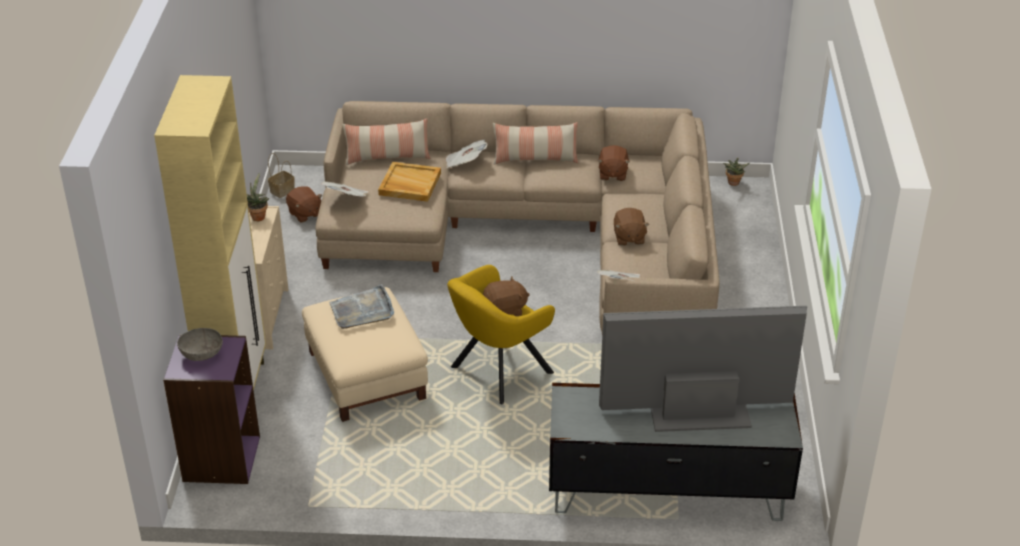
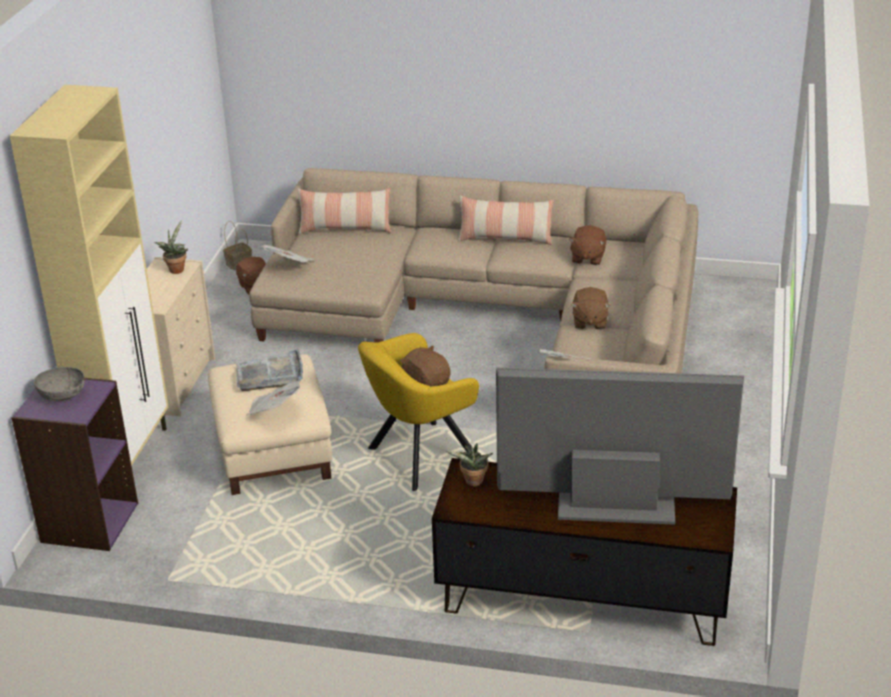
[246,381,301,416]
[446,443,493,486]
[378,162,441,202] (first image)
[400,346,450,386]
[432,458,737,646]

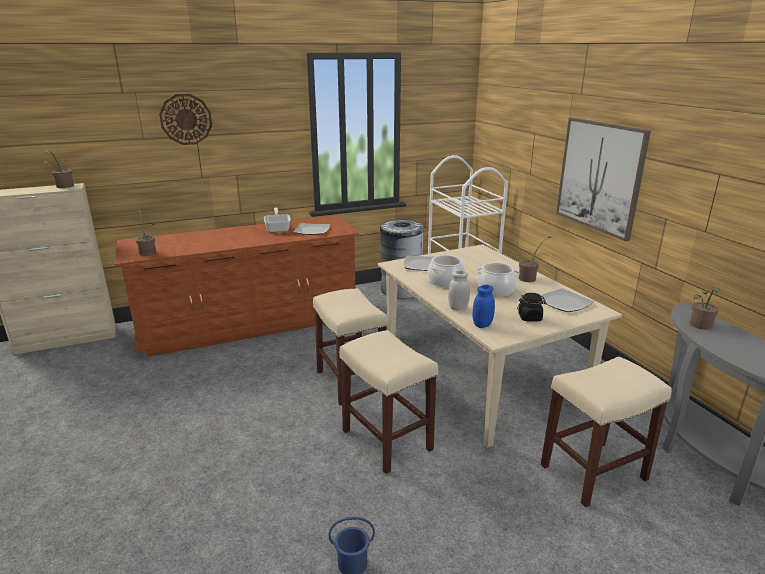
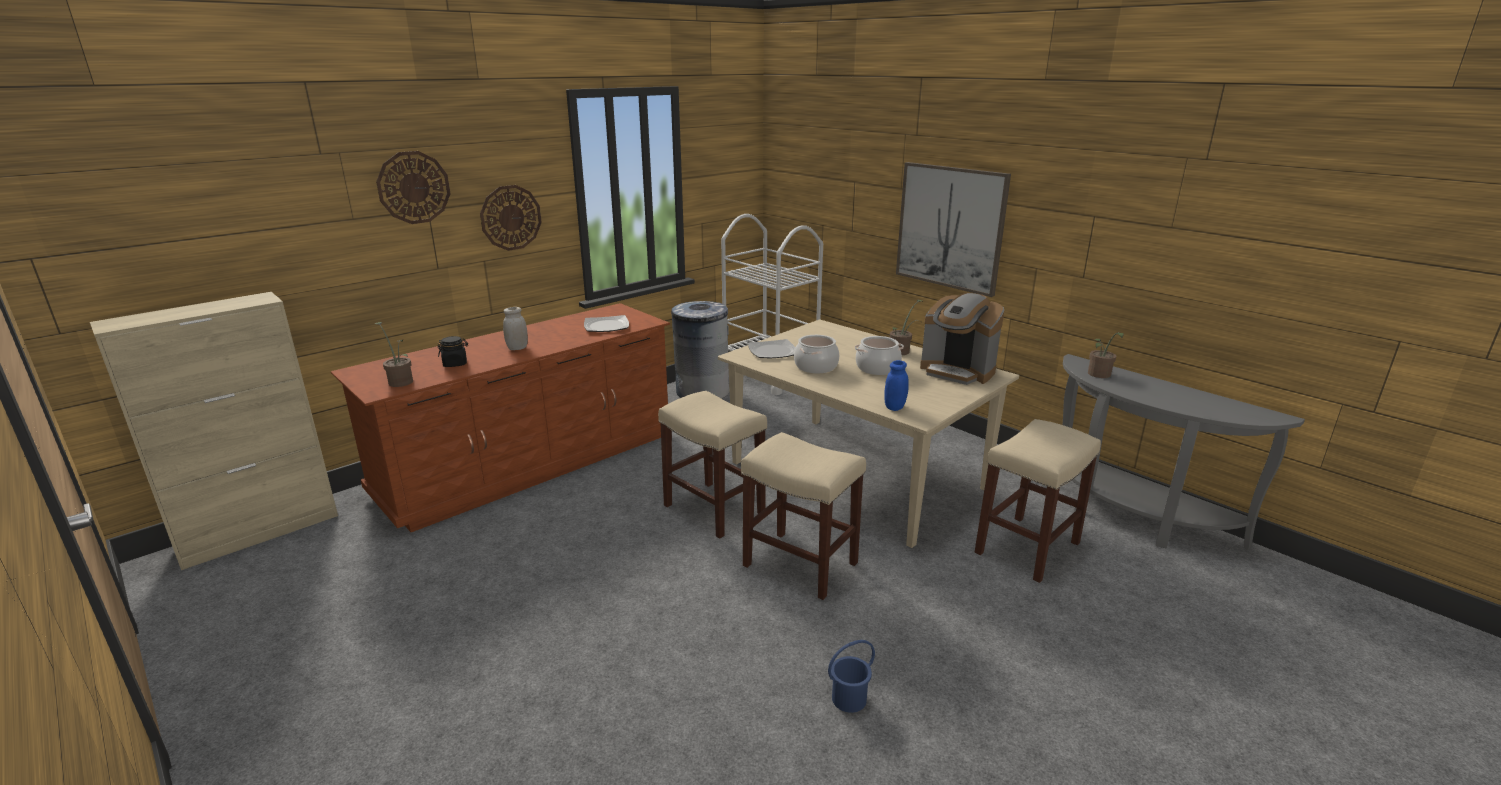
[43,151,74,188] (first image)
[264,208,291,233] (first image)
[503,307,528,350]
[920,293,1004,385]
[437,336,468,367]
[480,185,542,251]

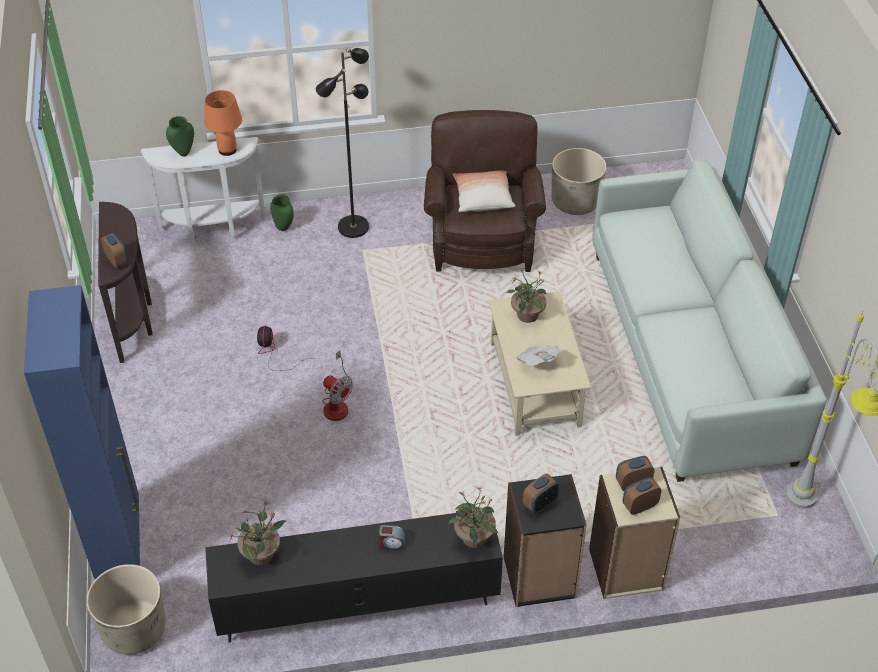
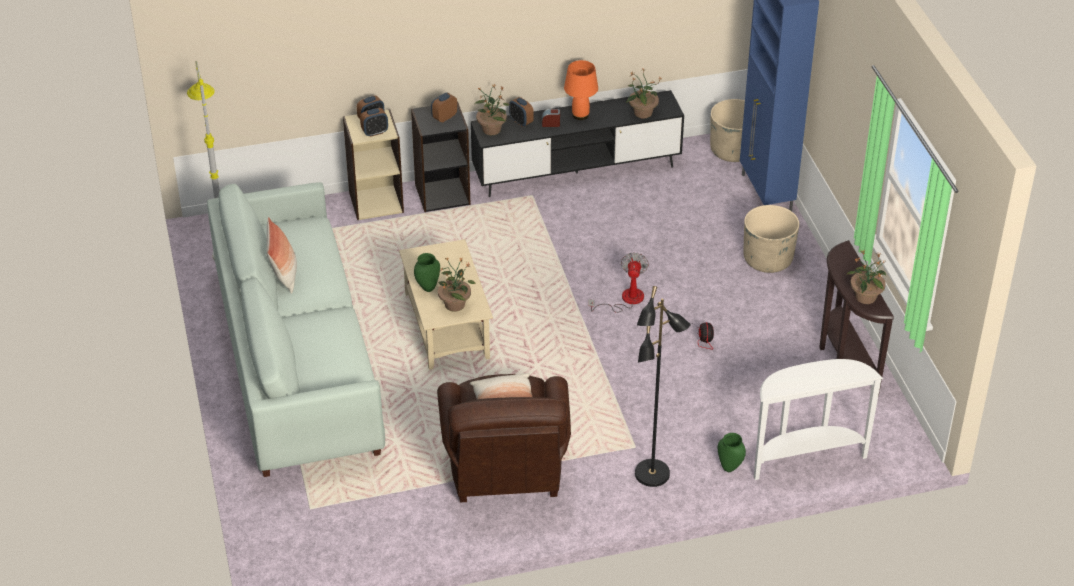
[564,60,598,120]
[414,253,440,292]
[744,205,799,273]
[509,97,534,127]
[515,344,562,366] (first image)
[588,252,649,313]
[266,217,297,294]
[846,250,886,304]

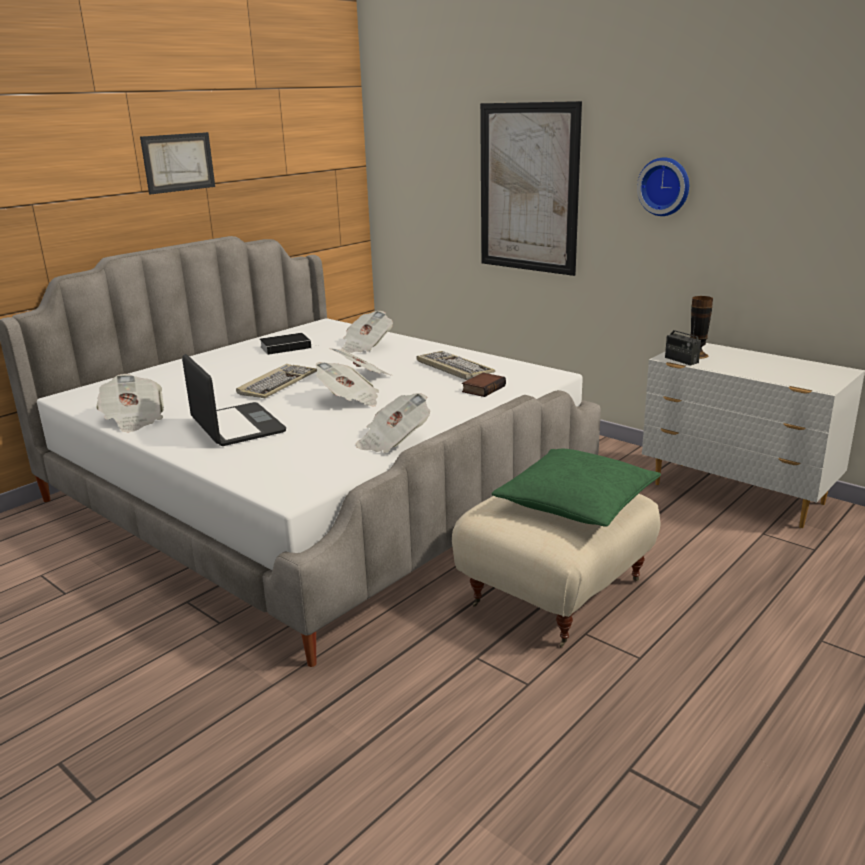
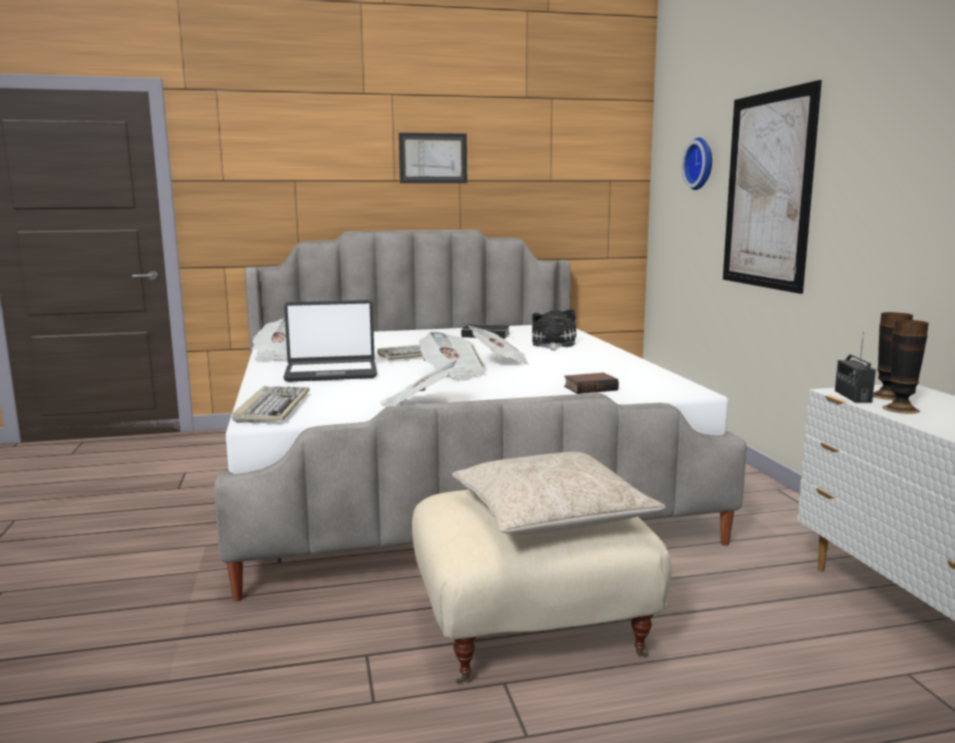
[682,137,712,190]
[532,309,576,351]
[232,386,309,423]
[283,300,377,382]
[452,452,666,535]
[882,320,929,414]

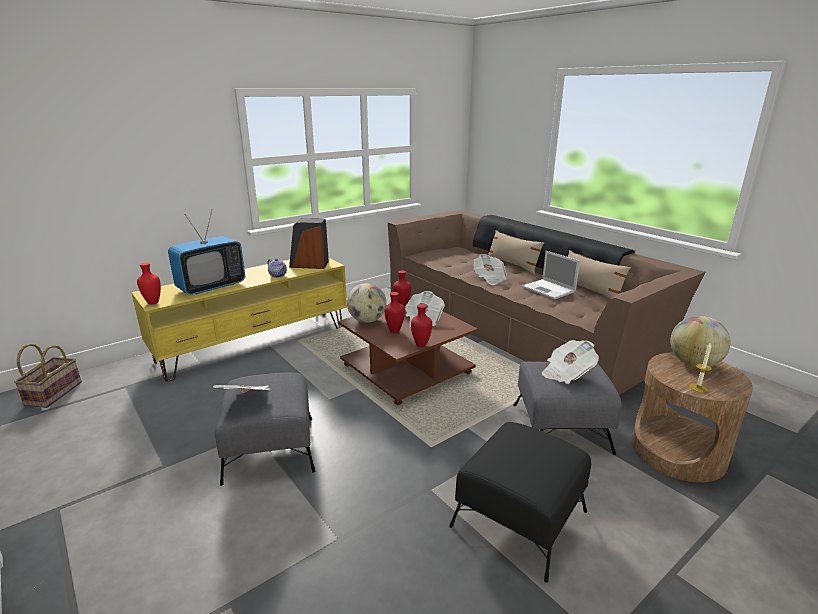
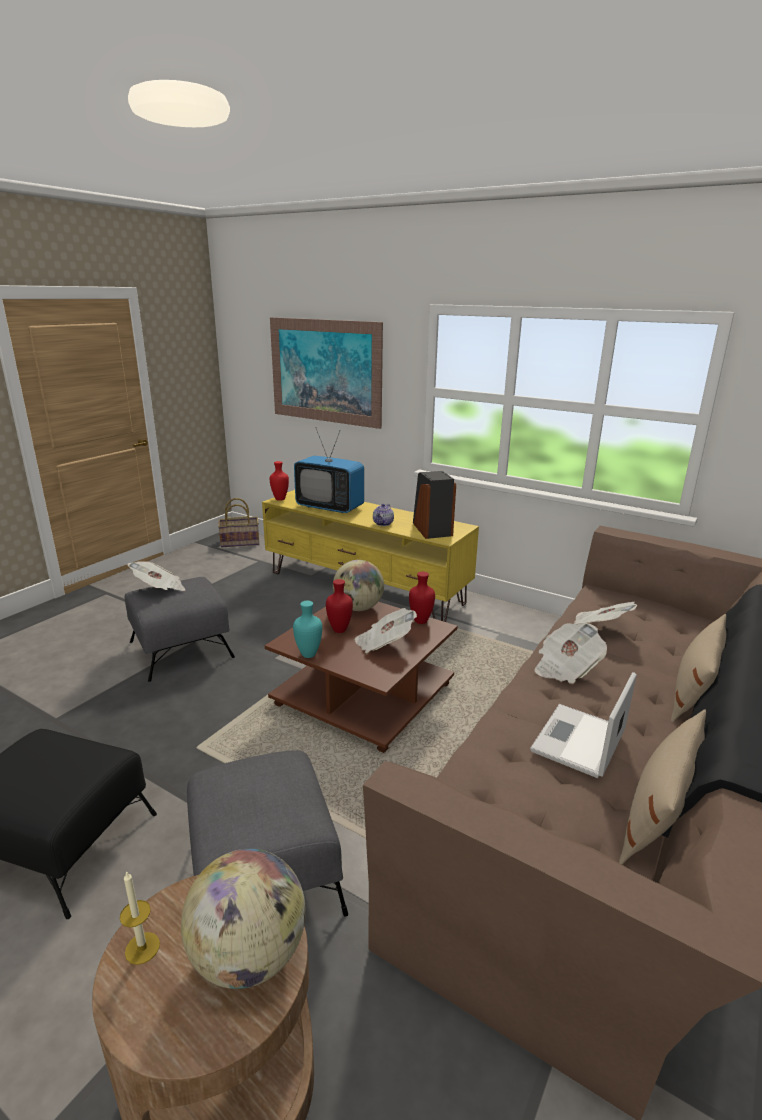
[293,601,322,658]
[574,602,637,624]
[270,317,383,429]

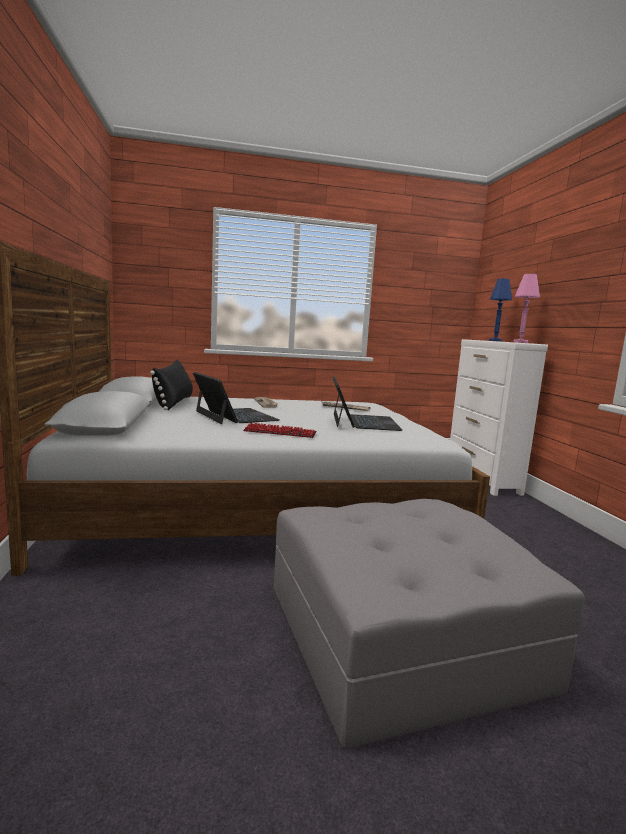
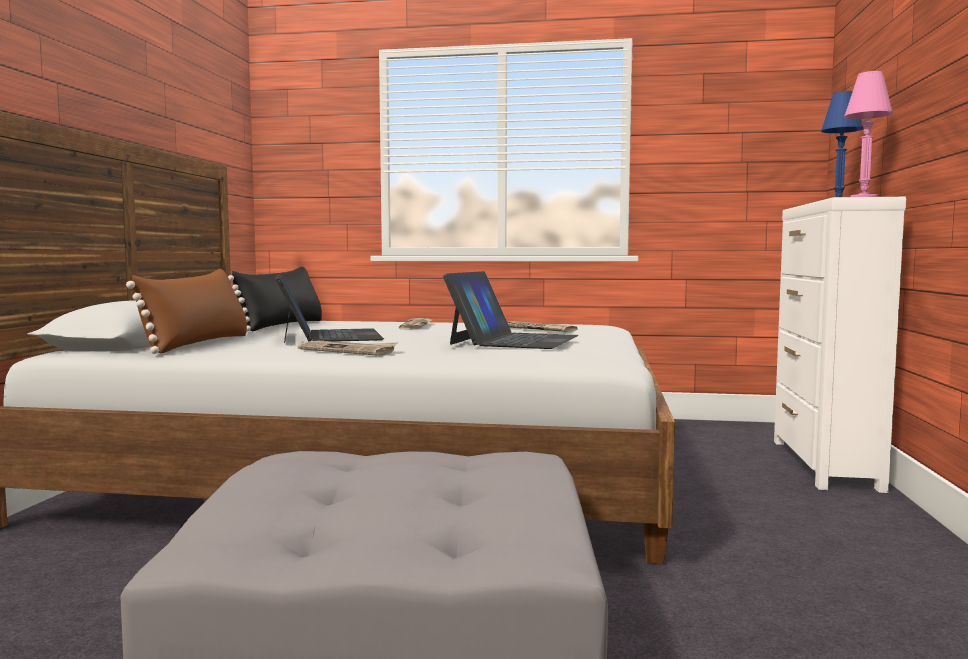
[298,341,398,356]
[126,269,247,354]

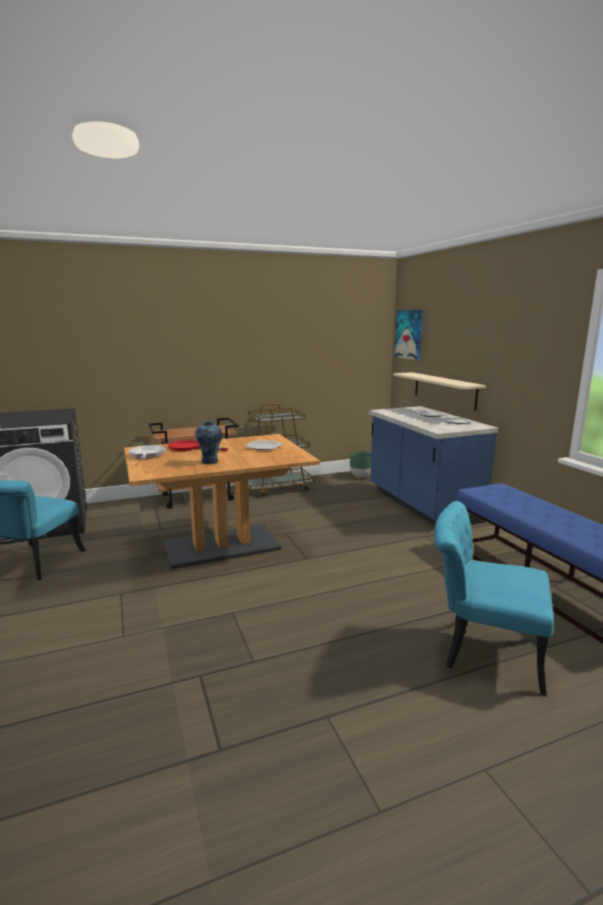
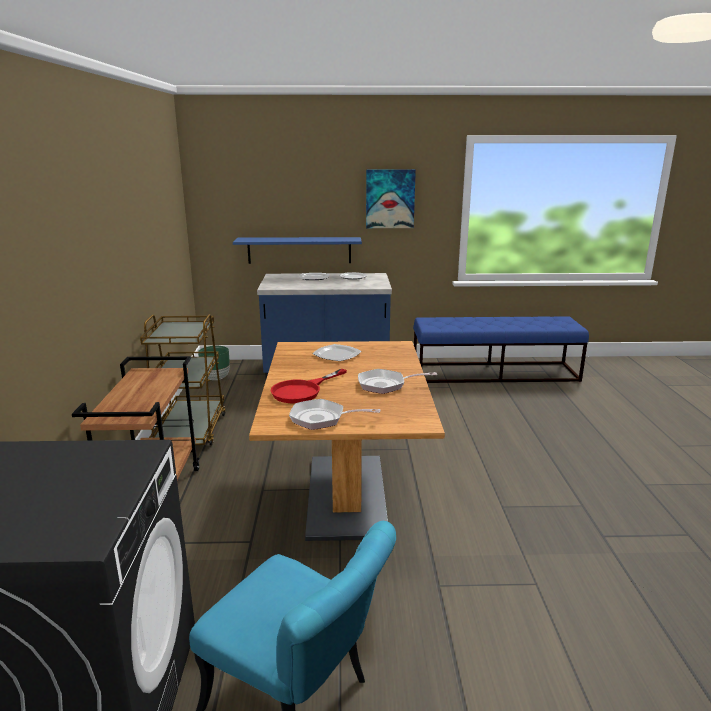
[366,169,416,228]
[233,237,362,264]
[358,369,437,394]
[434,501,554,696] (first image)

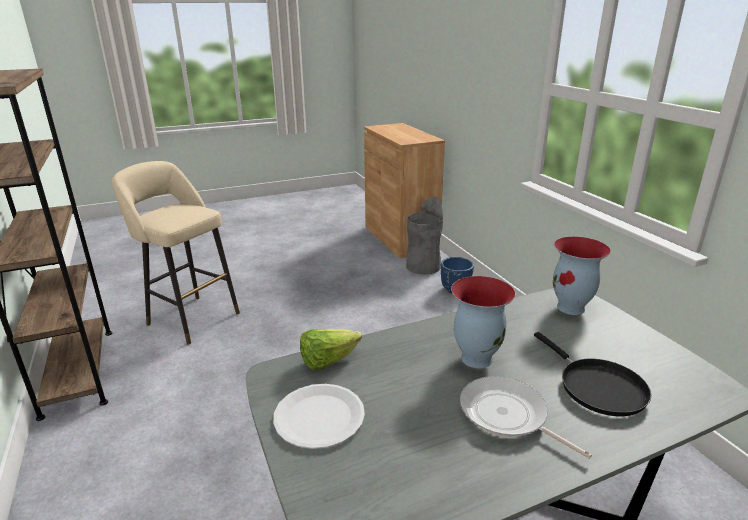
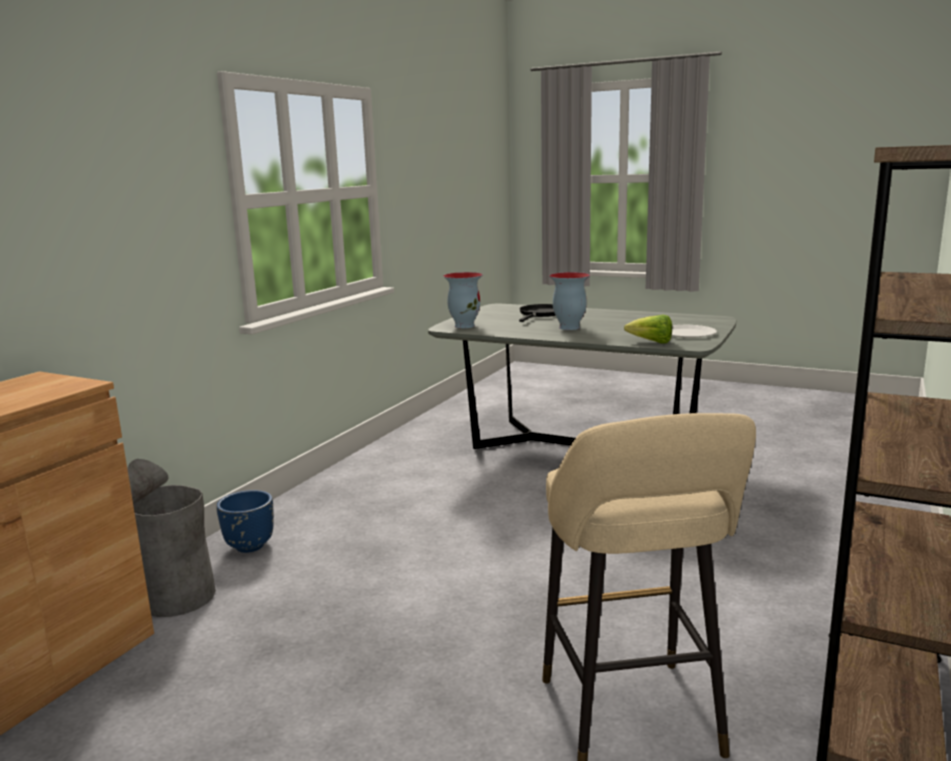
[460,376,592,459] (first image)

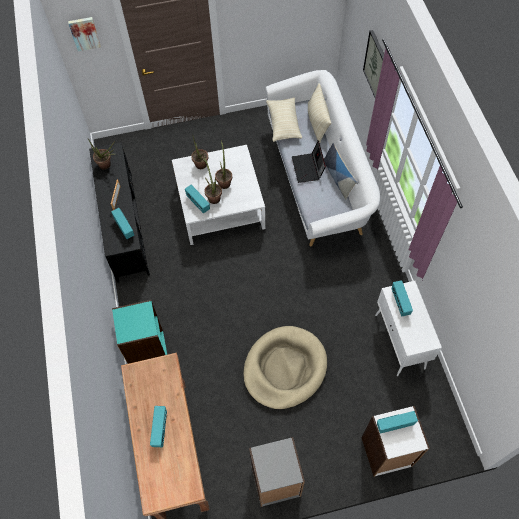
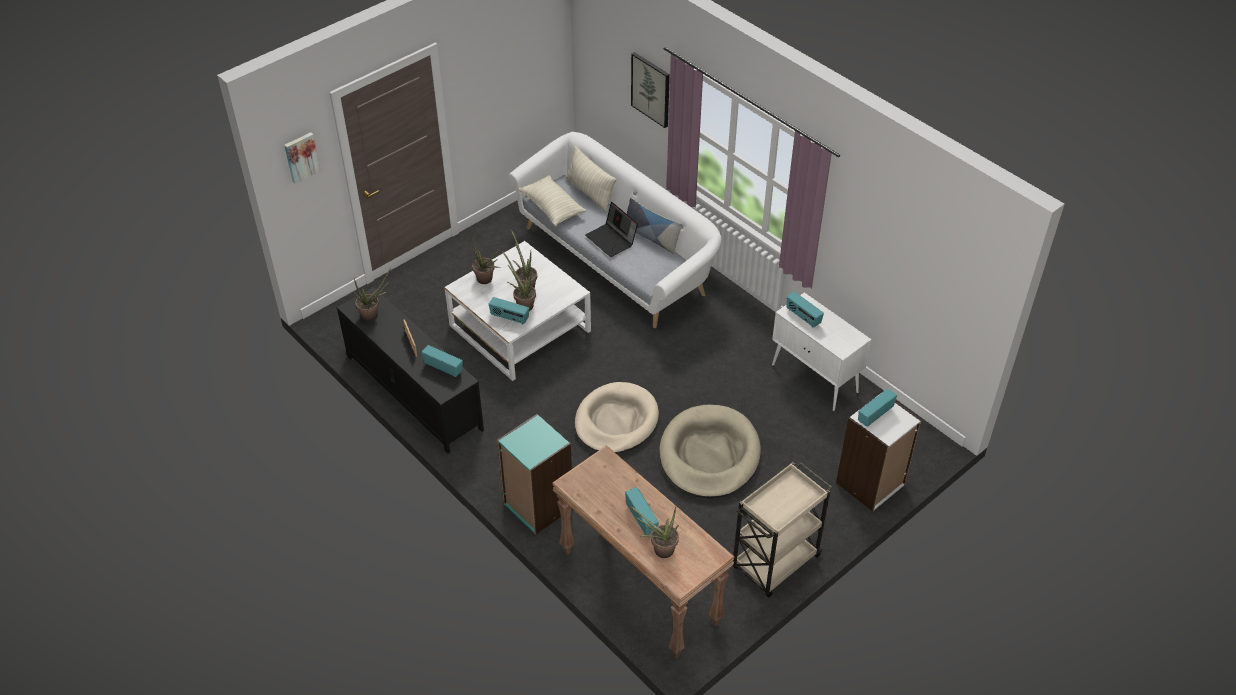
[733,462,832,598]
[575,382,659,453]
[630,505,679,558]

